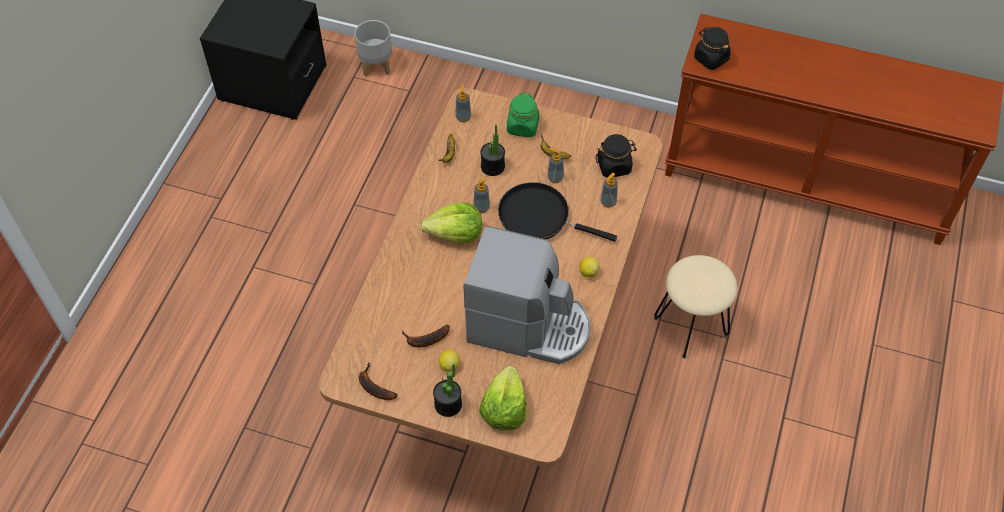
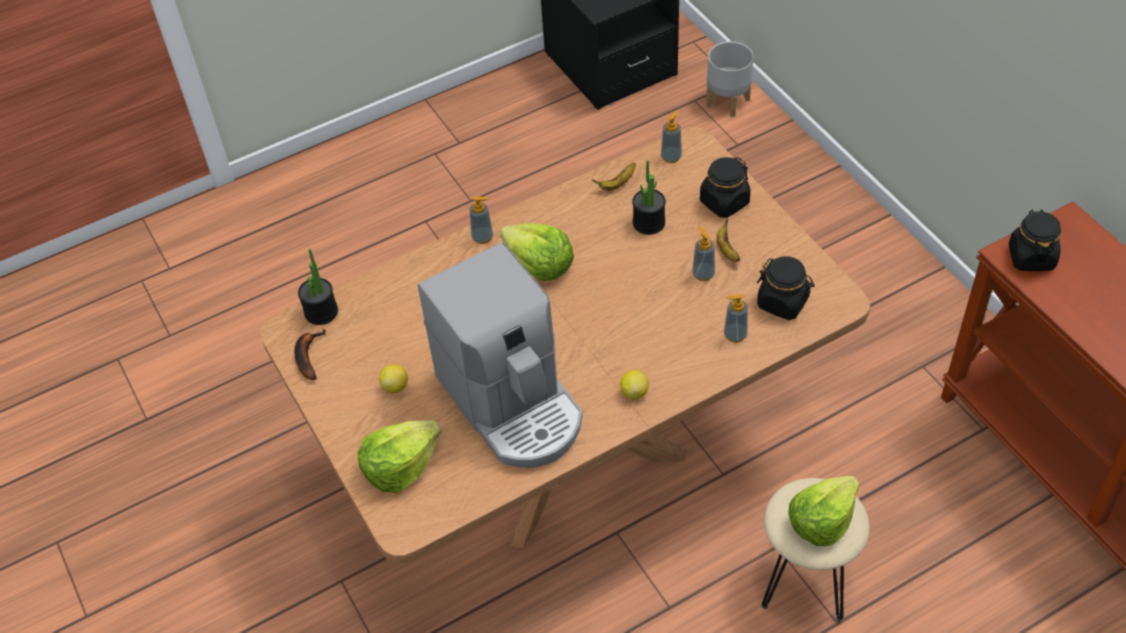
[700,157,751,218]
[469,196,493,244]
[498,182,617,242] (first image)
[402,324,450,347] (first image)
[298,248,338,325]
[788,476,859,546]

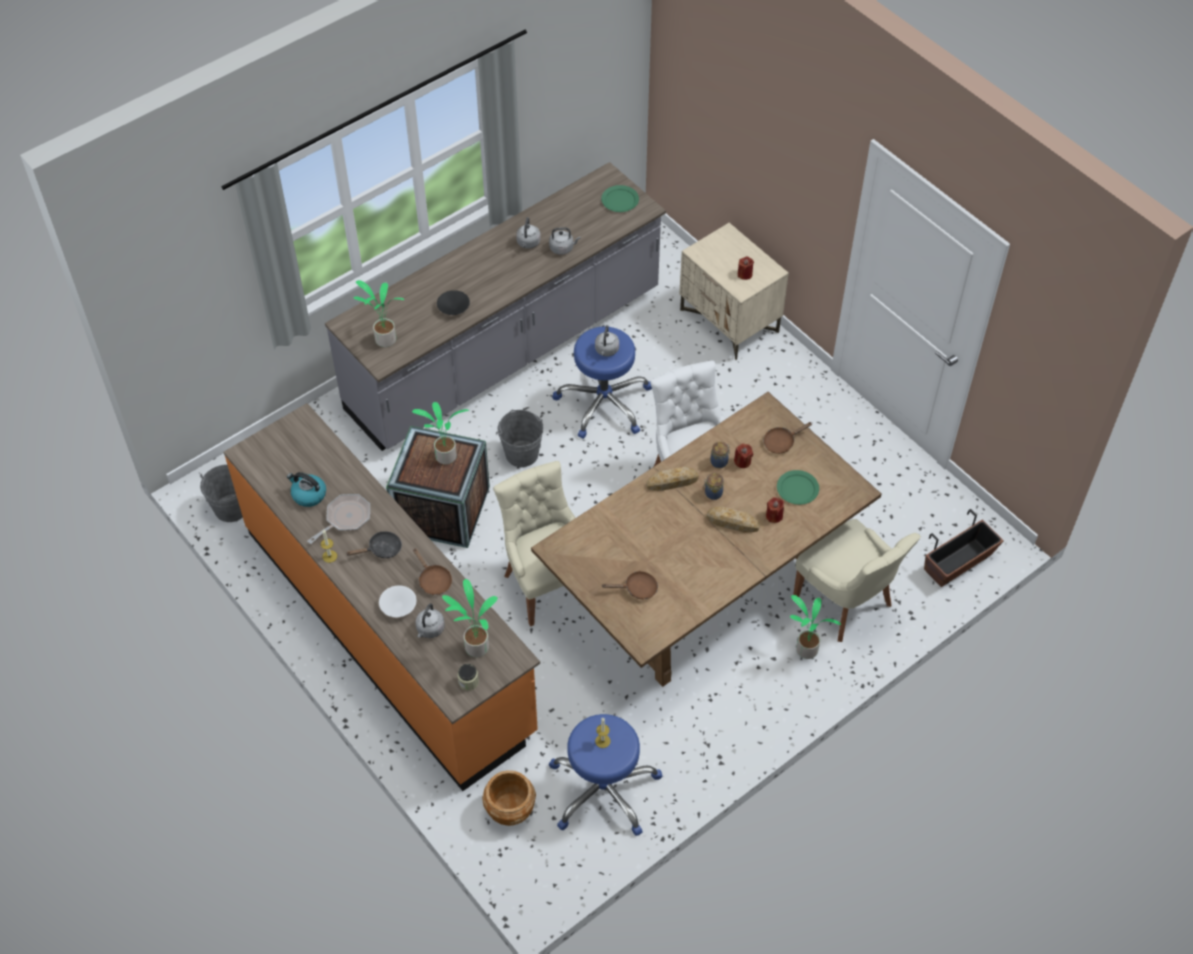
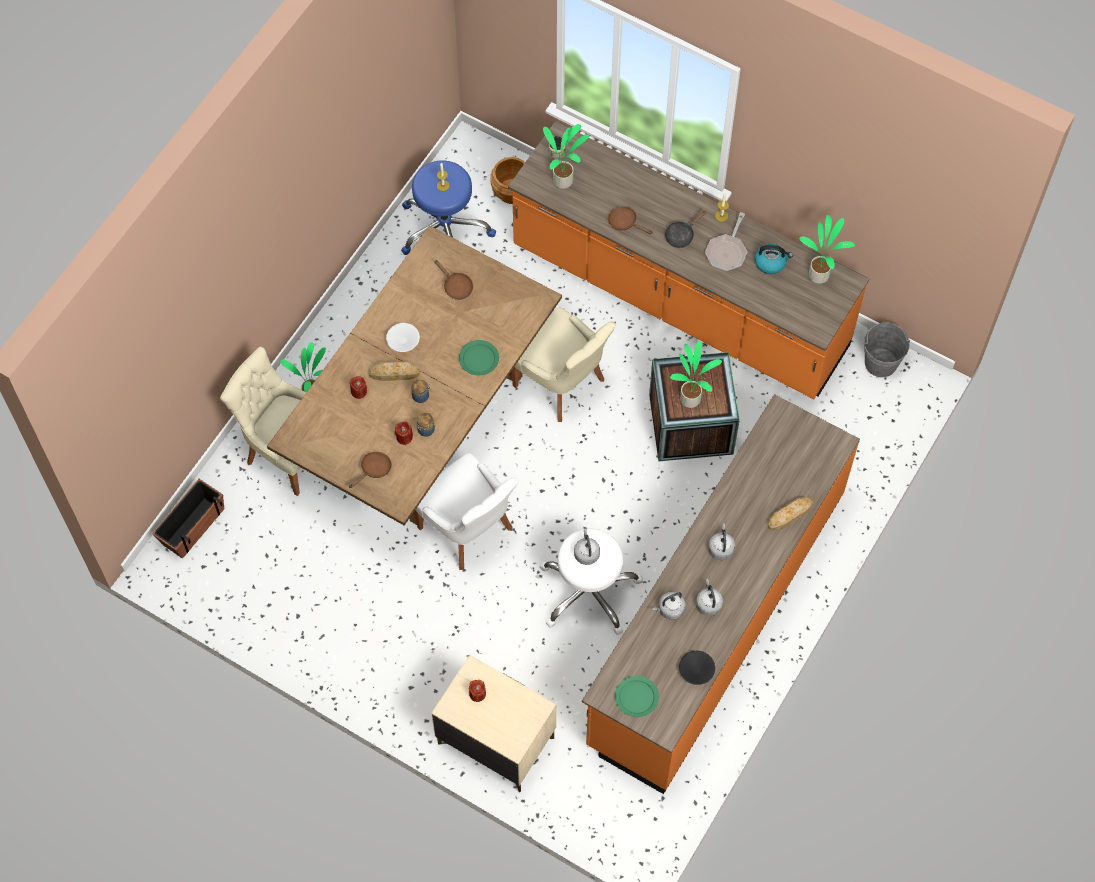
[582,394,860,794]
[799,215,855,284]
[679,651,715,685]
[539,528,643,635]
[497,410,544,467] (first image)
[768,497,813,531]
[459,340,499,375]
[434,260,473,300]
[386,323,420,352]
[708,523,735,560]

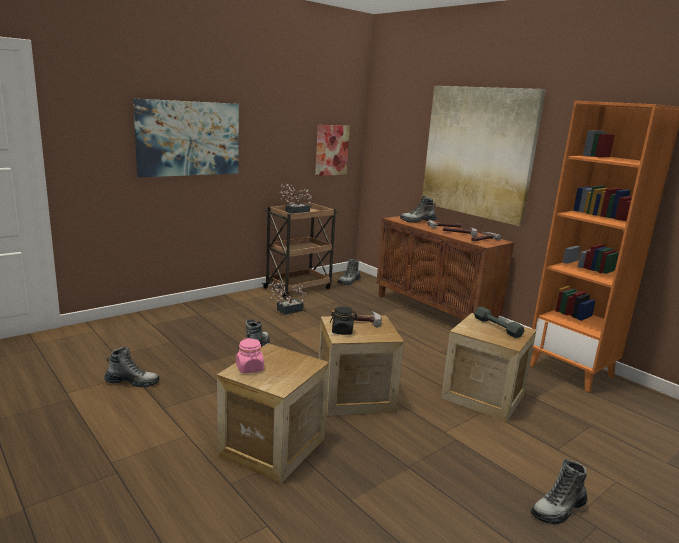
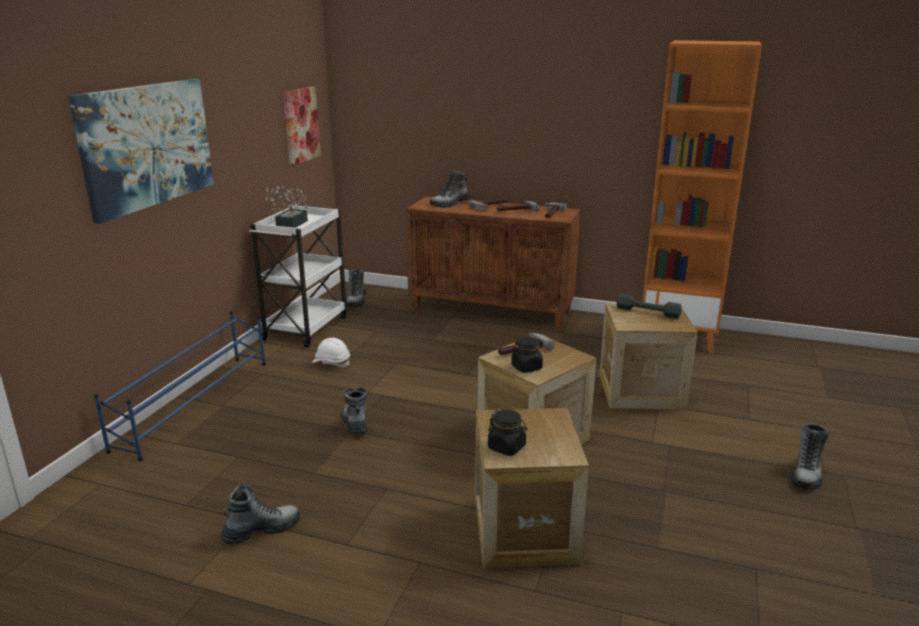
[422,86,546,226] (first image)
[249,205,347,348]
[312,338,350,367]
[488,410,527,456]
[94,311,266,461]

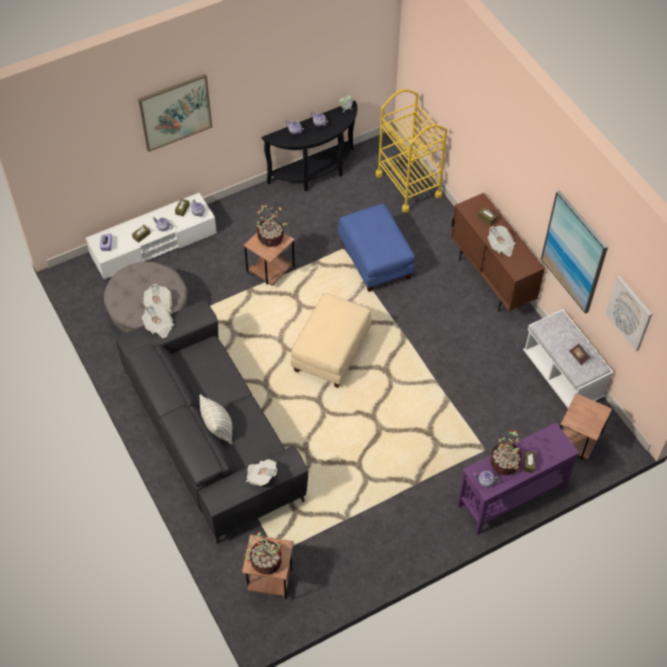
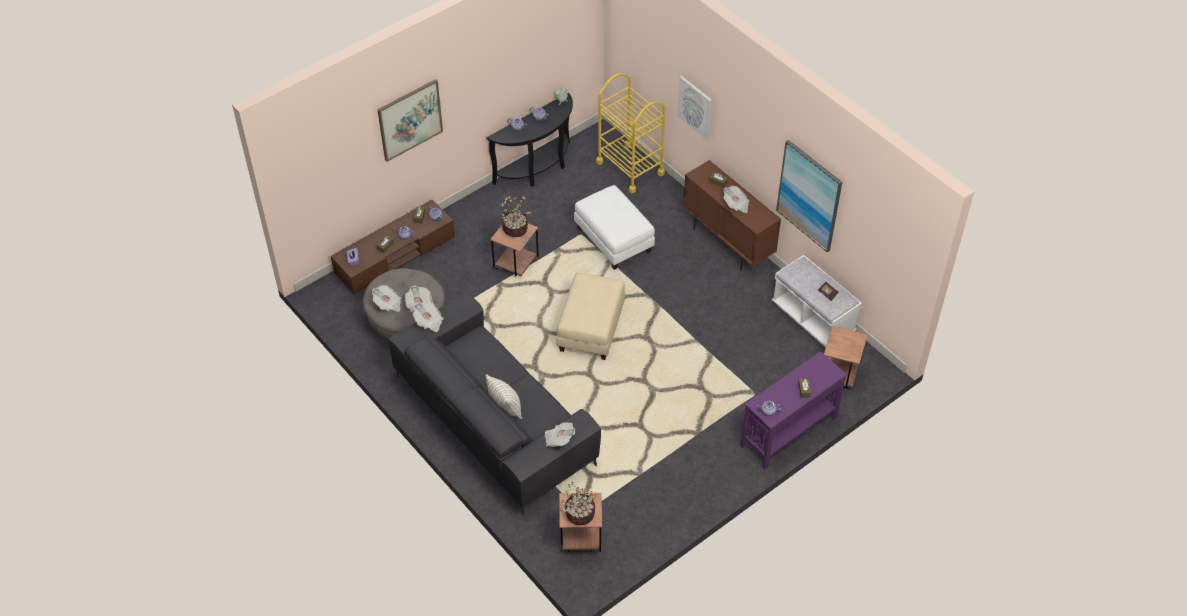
[331,200,455,294]
[574,185,655,270]
[677,76,712,141]
[490,429,522,475] (first image)
[372,285,401,312]

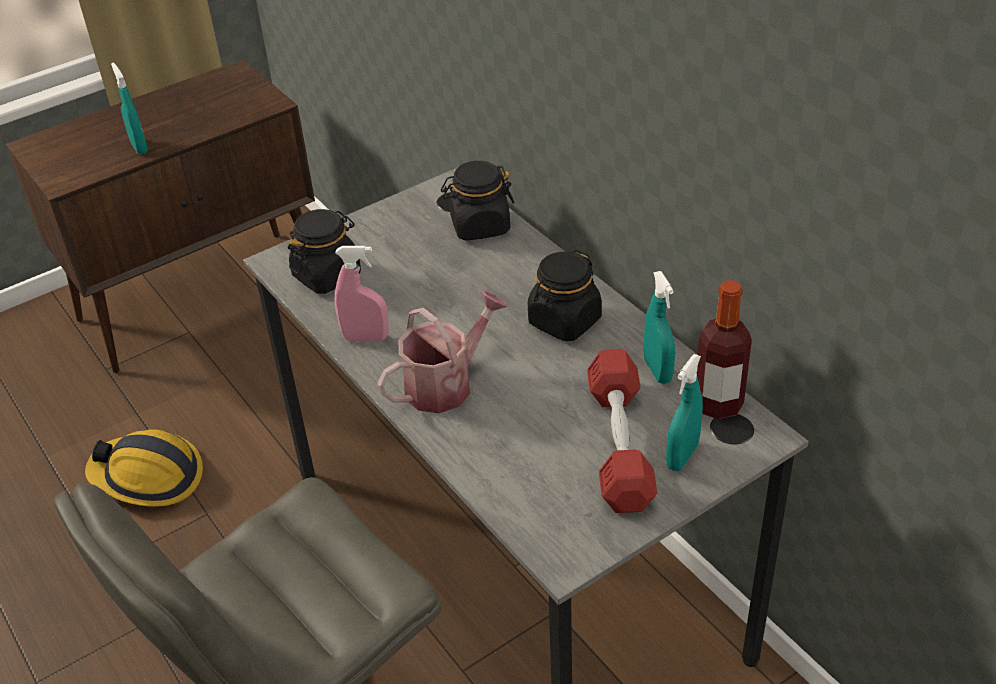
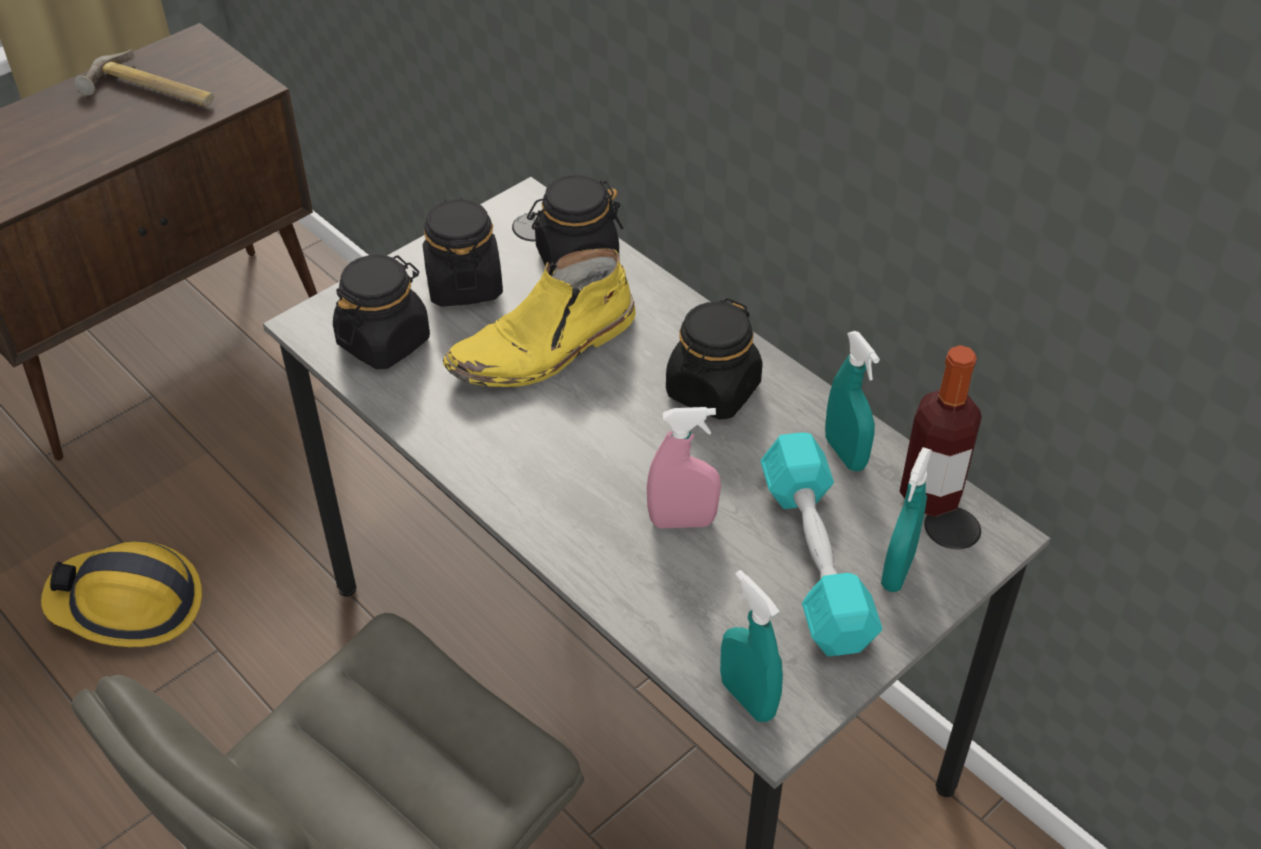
[720,570,783,722]
[647,407,721,528]
[377,291,508,413] (first image)
[761,432,883,656]
[75,49,214,106]
[423,197,503,307]
[443,249,635,387]

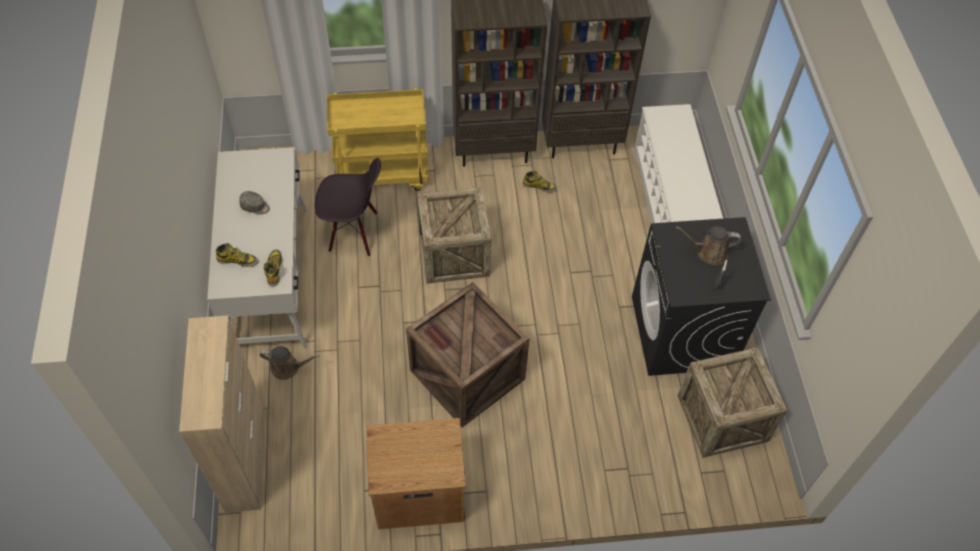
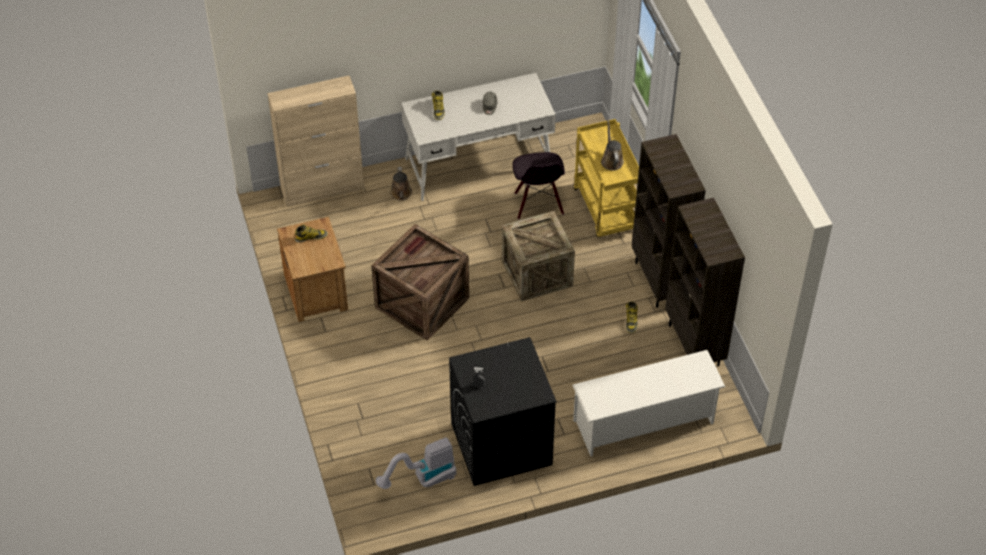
[601,118,624,171]
[295,224,328,243]
[376,437,456,489]

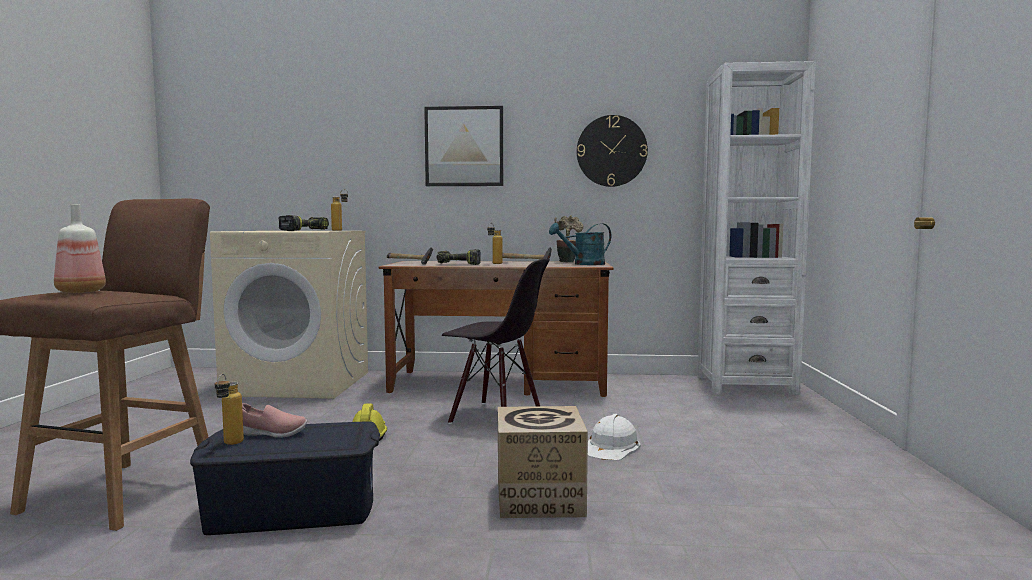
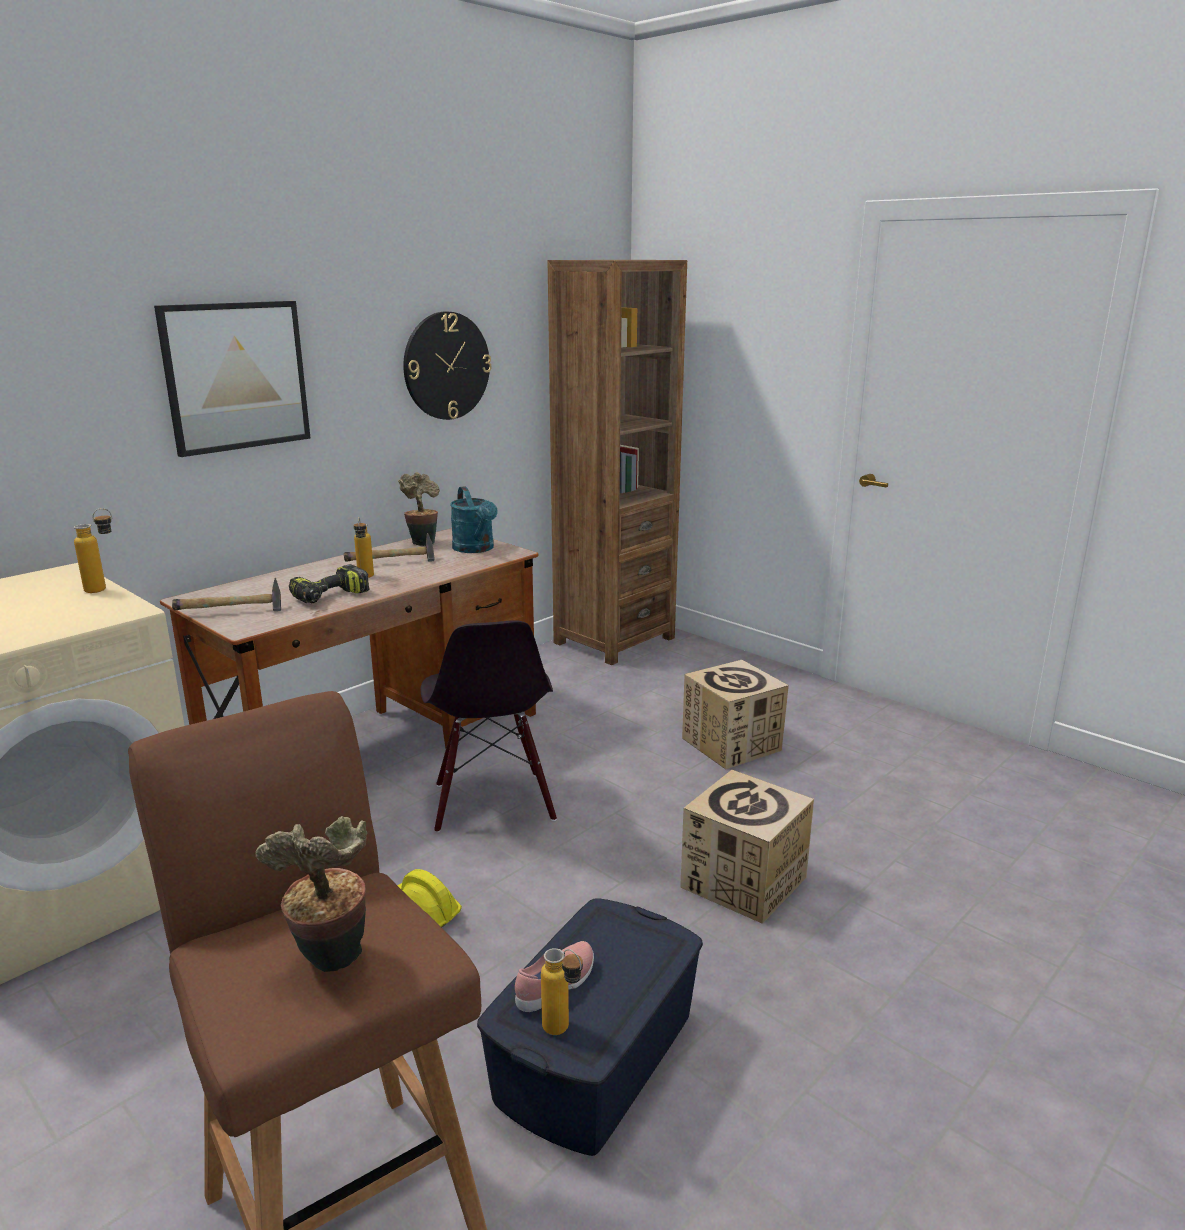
[548,260,687,665]
[255,816,368,972]
[279,215,329,231] (first image)
[450,486,498,553]
[421,620,557,833]
[588,414,641,461] (first image)
[682,660,789,769]

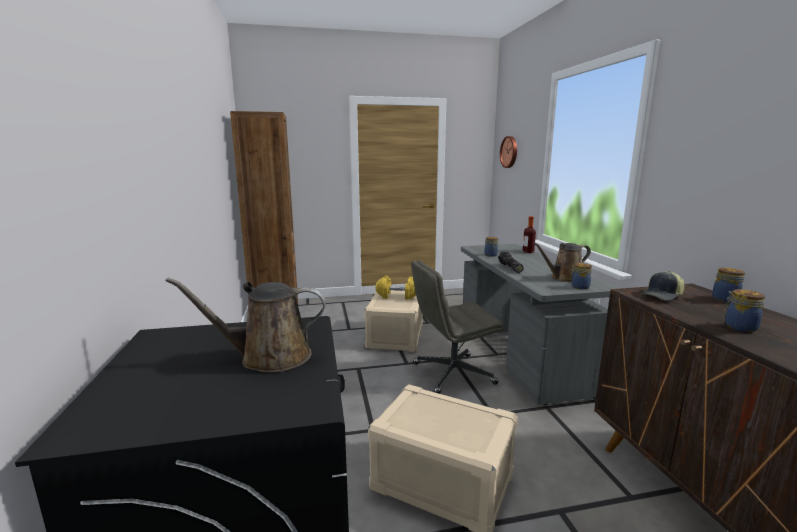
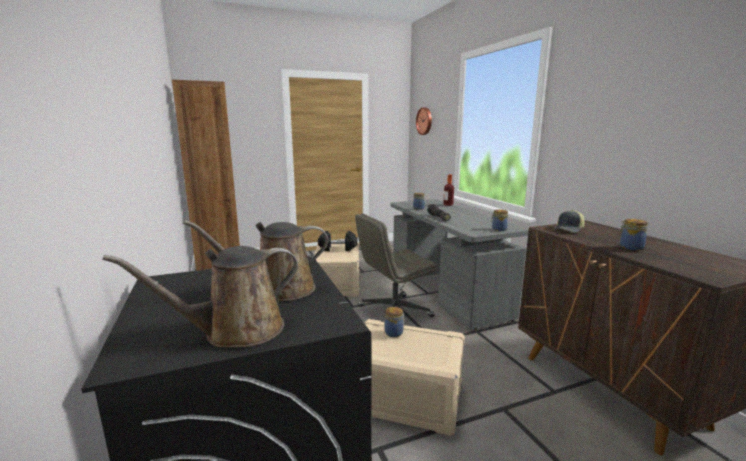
[102,246,298,347]
[385,307,404,337]
[318,231,357,251]

